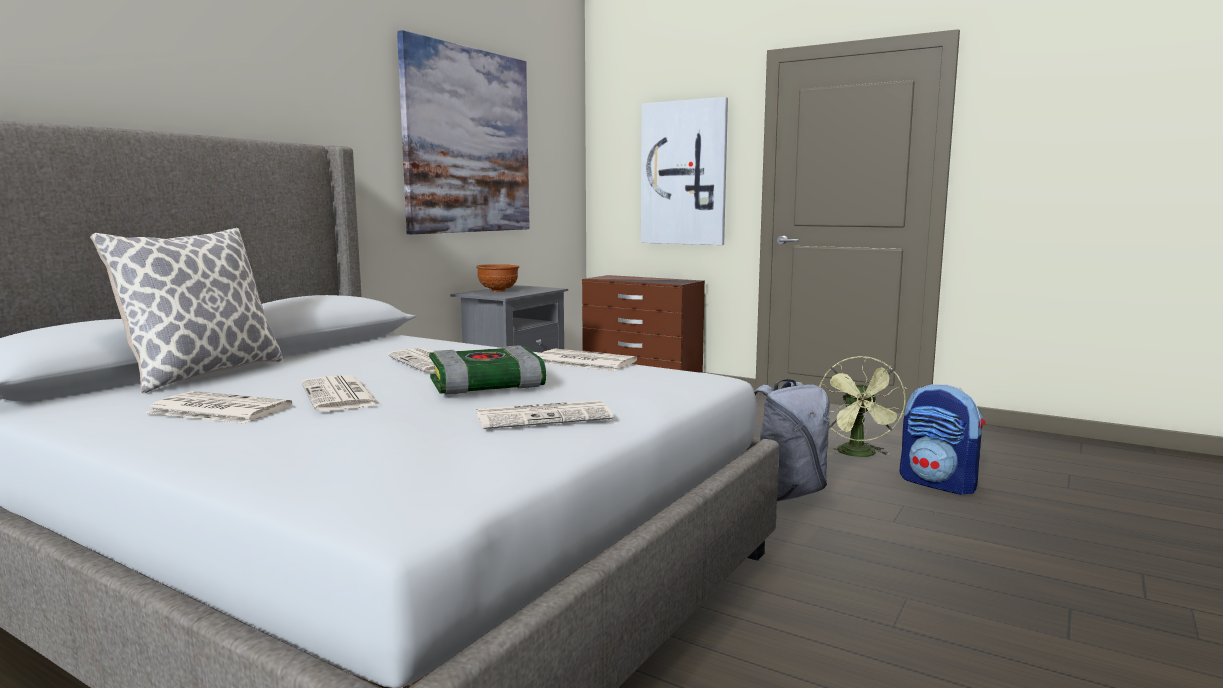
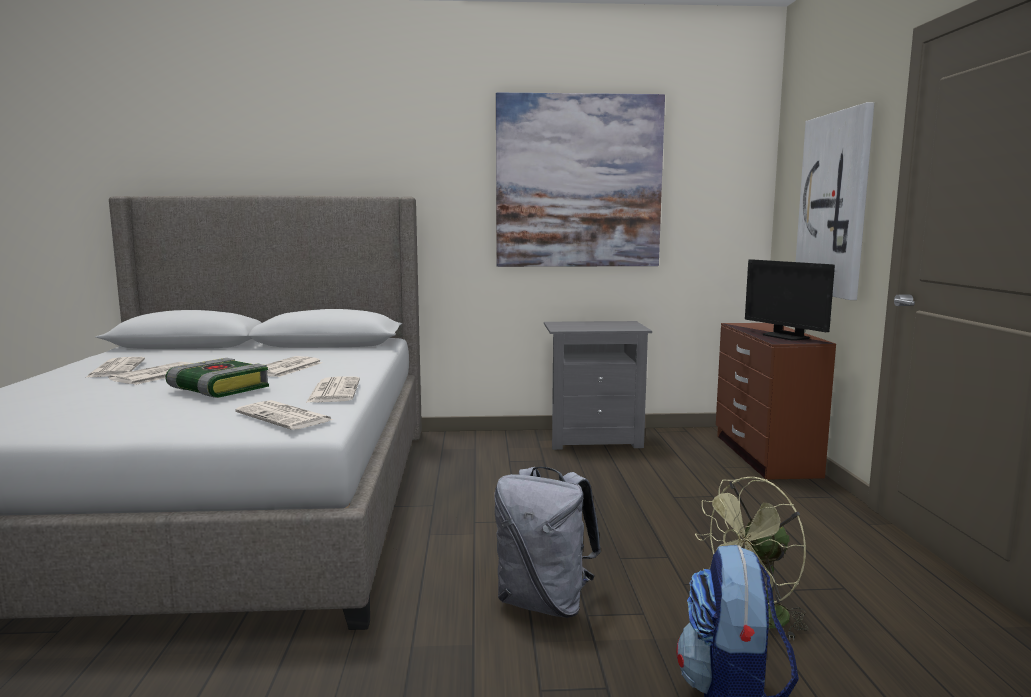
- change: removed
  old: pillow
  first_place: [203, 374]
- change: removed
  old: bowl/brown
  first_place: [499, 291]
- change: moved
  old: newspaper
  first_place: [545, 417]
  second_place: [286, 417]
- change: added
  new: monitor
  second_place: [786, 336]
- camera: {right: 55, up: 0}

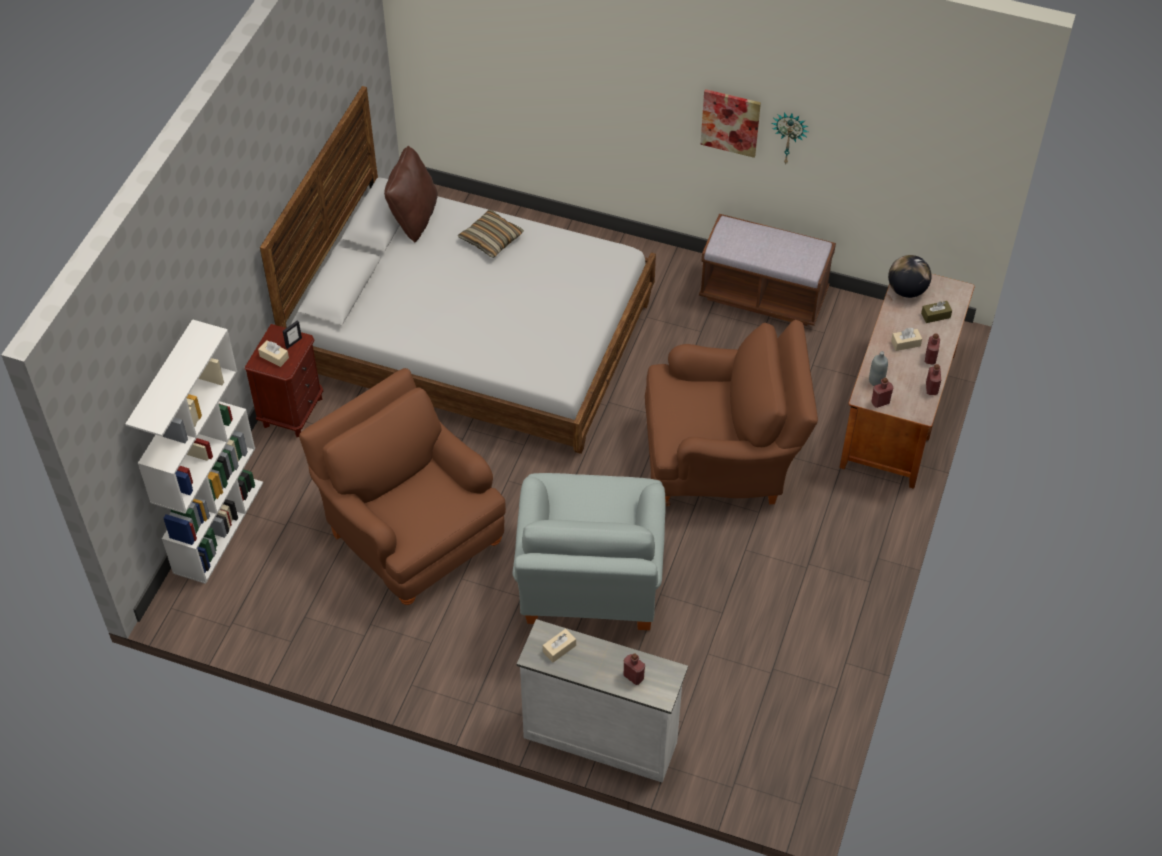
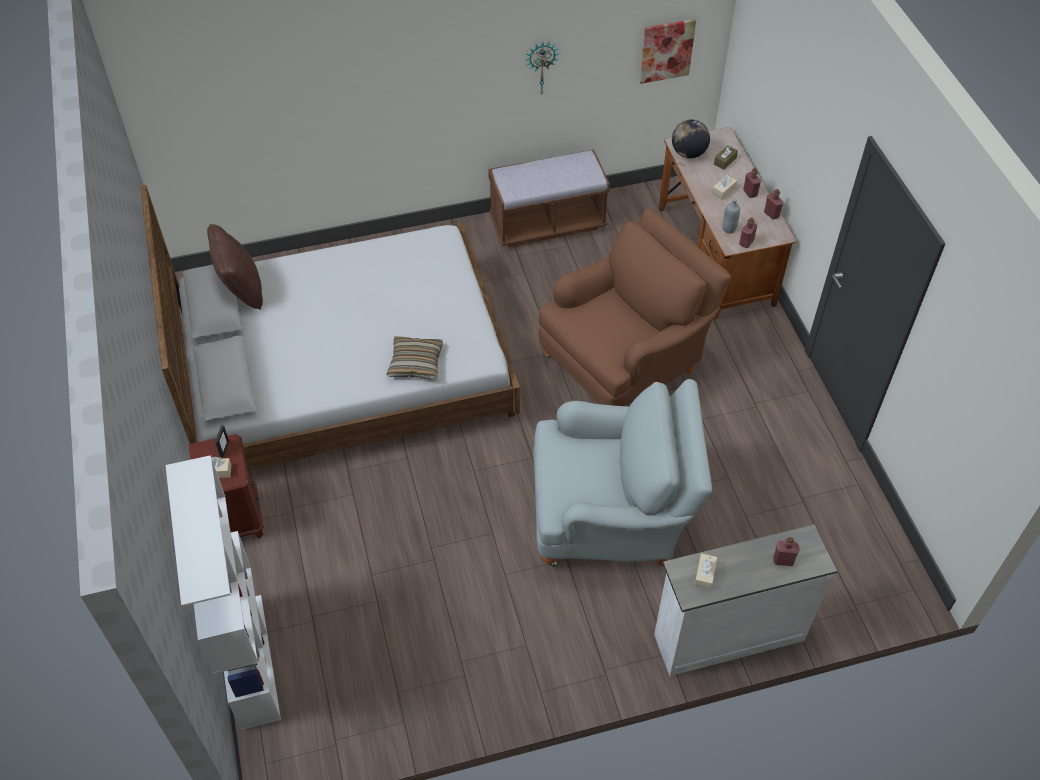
- change: removed
  old: armchair/brown
  first_place: [411, 533]
- change: moved
  old: pillow
  first_place: [491, 239]
  second_place: [415, 363]
- change: turned
  old: armchair/grey
  first_place: [589, 585]
  second_place: [612, 517]
  degrees: -60
- change: moved
  old: picture
  first_place: [730, 122]
  second_place: [666, 50]
- camera: {right: -35, up: 0}

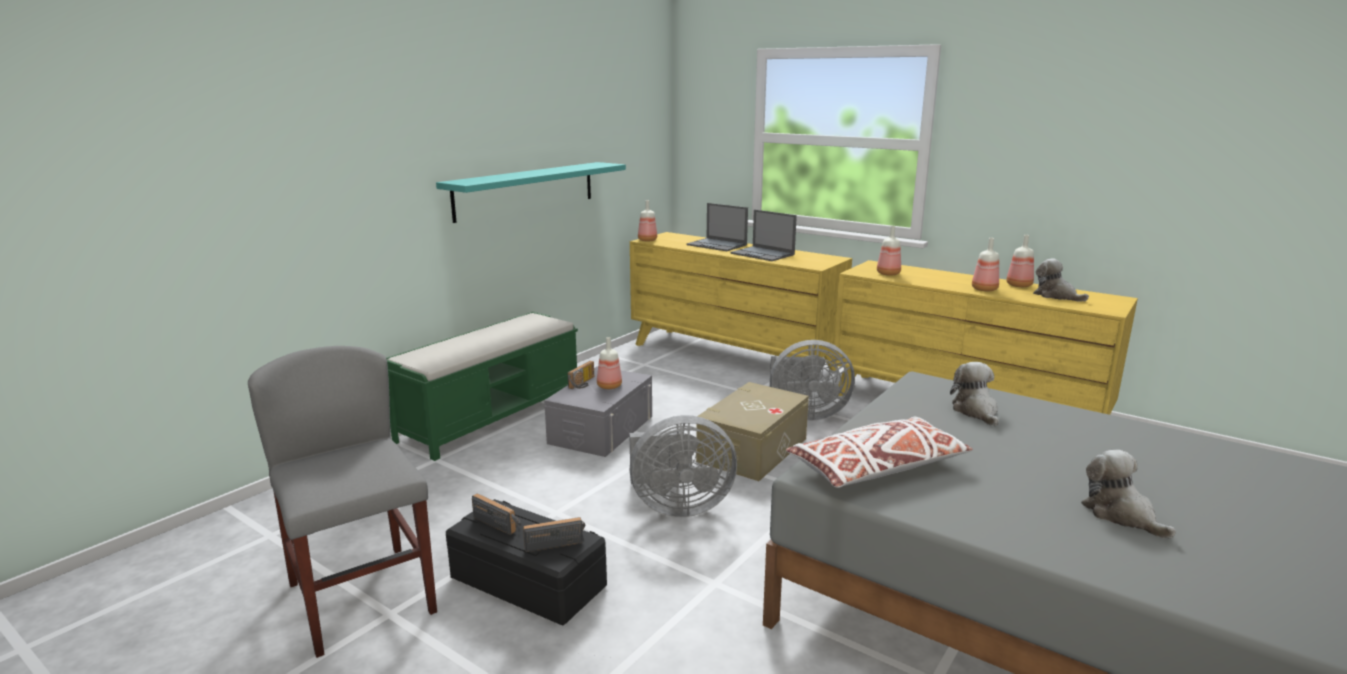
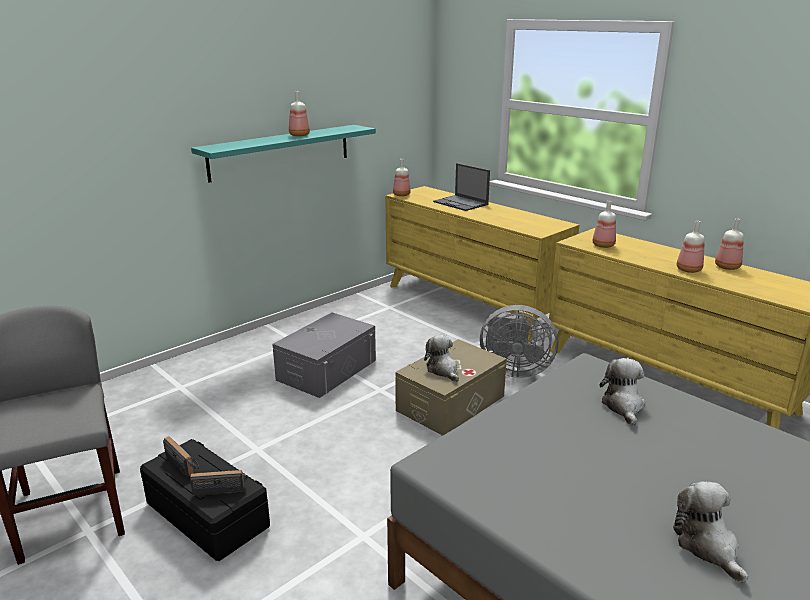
- change: removed
  old: bench/green
  first_place: [492, 416]
- change: removed
  old: radio
  first_place: [583, 383]
- change: moved
  old: bottle
  first_place: [608, 386]
  second_place: [298, 135]
- change: removed
  old: fan/grey
  first_place: [677, 506]
- change: removed
  old: laptop
  first_place: [763, 254]
- change: removed
  old: pillow/white
  first_place: [878, 468]
- change: moved
  old: plush toy
  first_place: [1056, 296]
  second_place: [443, 370]
- camera: {right: 10, up: 5}

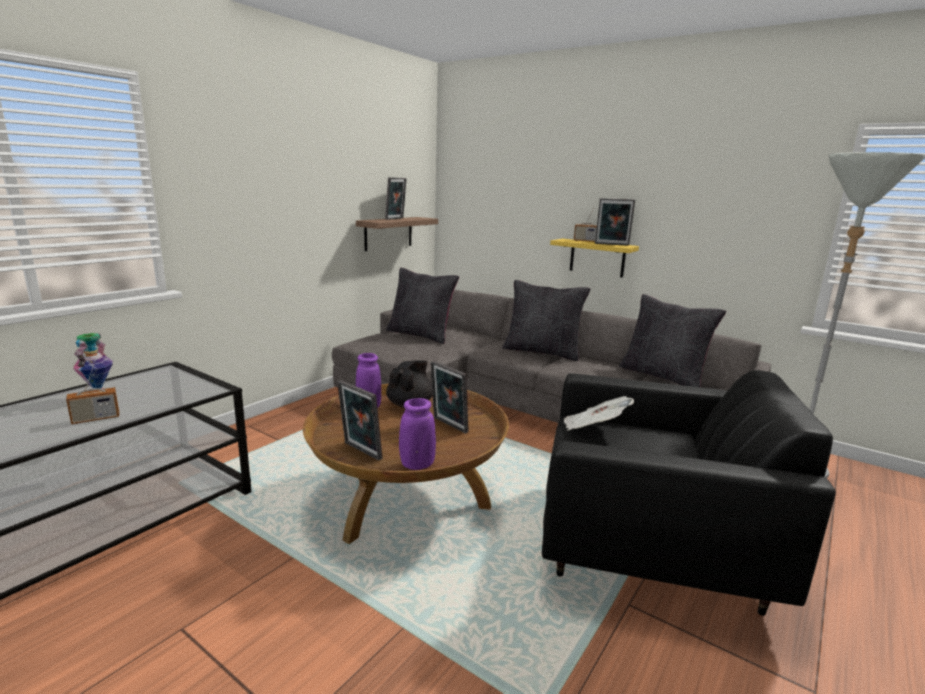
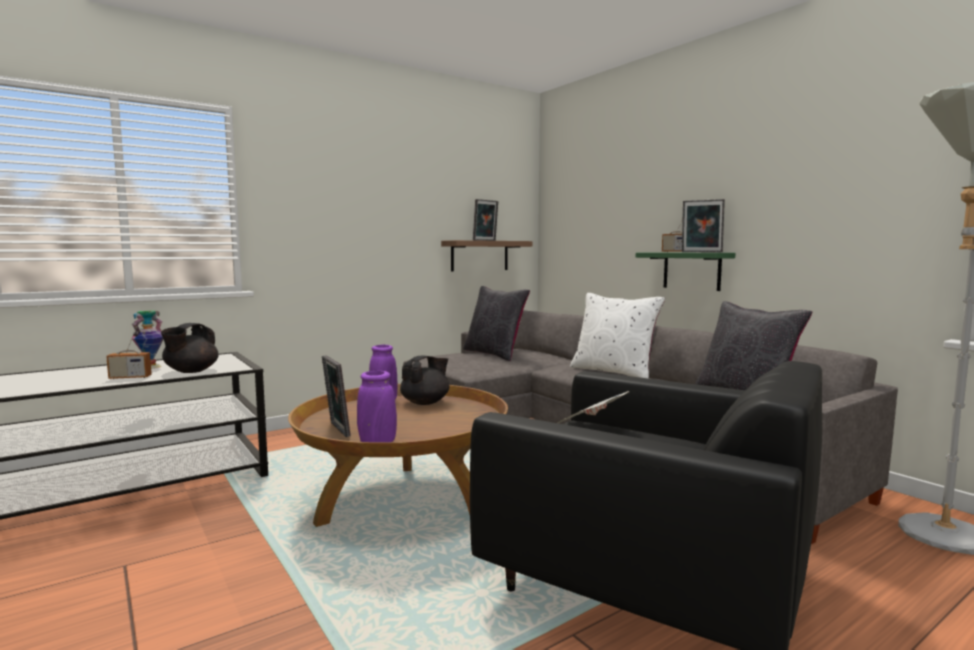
- change: removed
  old: picture frame
  first_place: [448, 425]
- change: recoloured
  old: pillow/black
  new: pillow/white
  first_place: [542, 351]
  second_place: [614, 372]
- change: recoloured
  old: shelf/yellow
  new: shelf/green
  first_place: [597, 258]
  second_place: [691, 271]
- change: added
  new: teapot/black
  second_place: [191, 371]
- camera: {right: 20, up: -10}

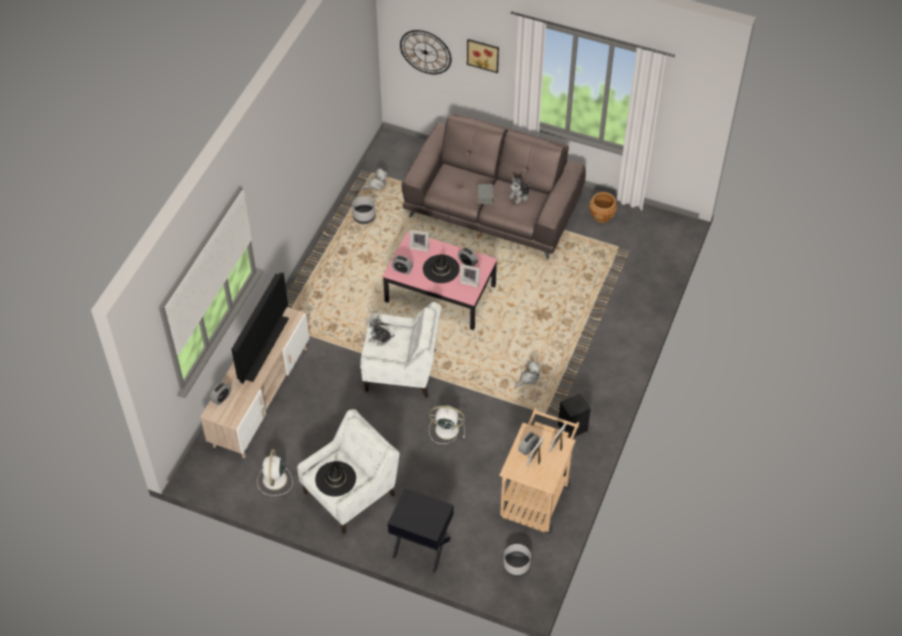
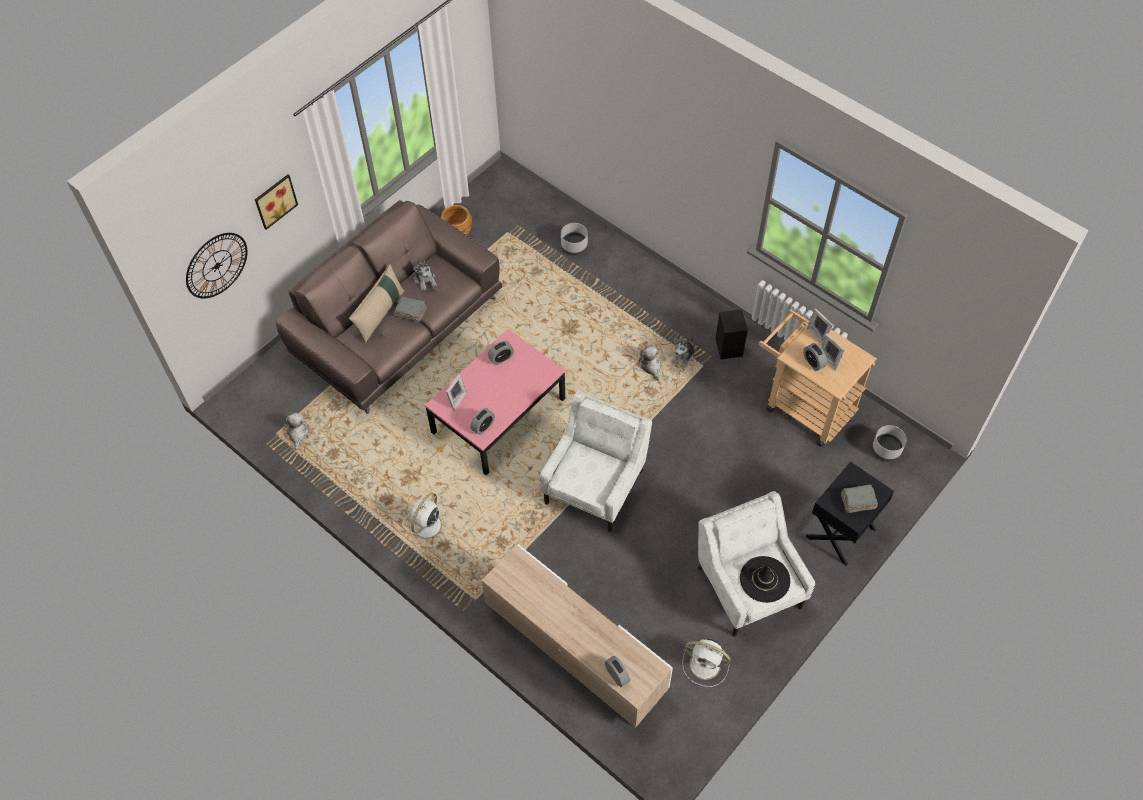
- change: removed
  old: television
  first_place: [264, 347]
- change: moved
  old: planter/grey
  first_place: [364, 216]
  second_place: [574, 246]
- change: moved
  old: plush toy
  first_place: [379, 338]
  second_place: [683, 356]
- change: removed
  old: hat/black
  first_place: [441, 269]
- change: moved
  old: fan/white
  first_place: [445, 429]
  second_place: [426, 526]
- change: removed
  old: picture frame
  first_place: [470, 281]
- change: added
  new: pillow/beige
  second_place: [380, 314]
- change: added
  new: book/grey
  second_place: [857, 501]
- camera: {right: -70, up: 5}

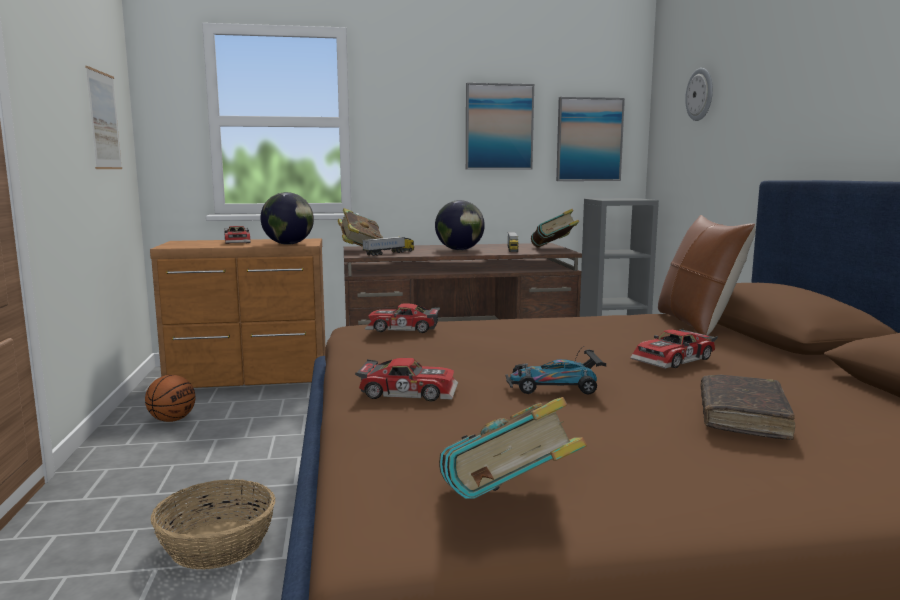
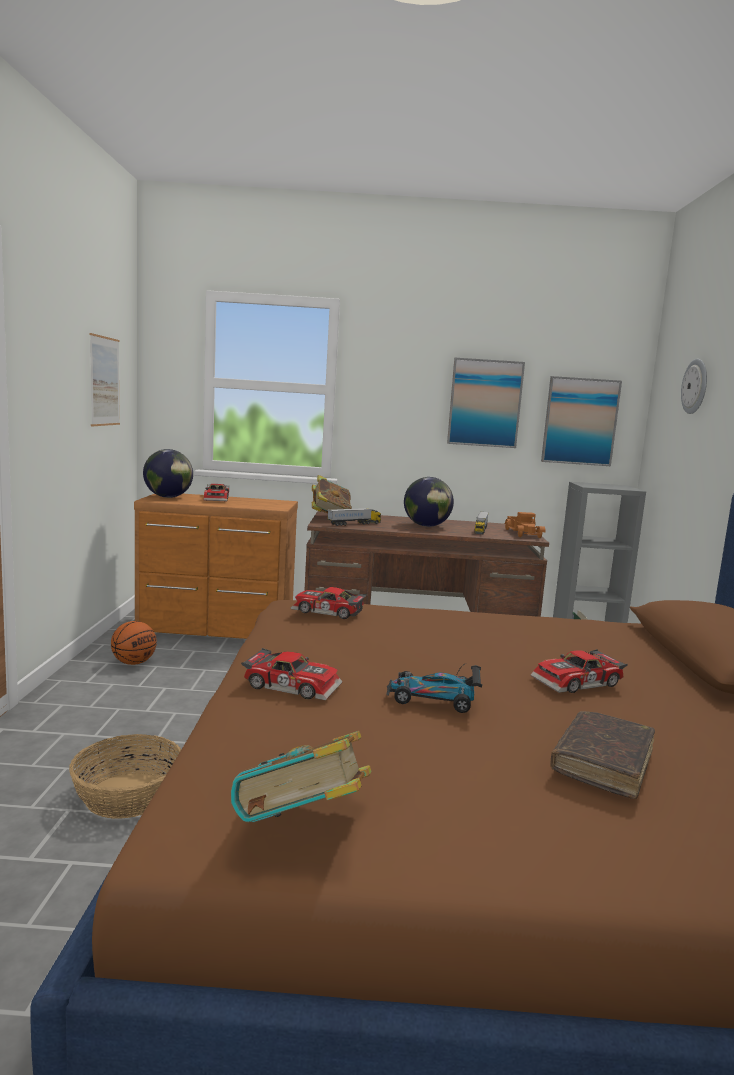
- change: moved
  old: globe
  first_place: [288, 244]
  second_place: [168, 497]
- change: replaced
  old: book
  new: toy truck
  first_place: [553, 248]
  second_place: [524, 533]
- change: removed
  old: pillow/brown
  first_place: [697, 324]
- camera: {right: 10, up: 0}

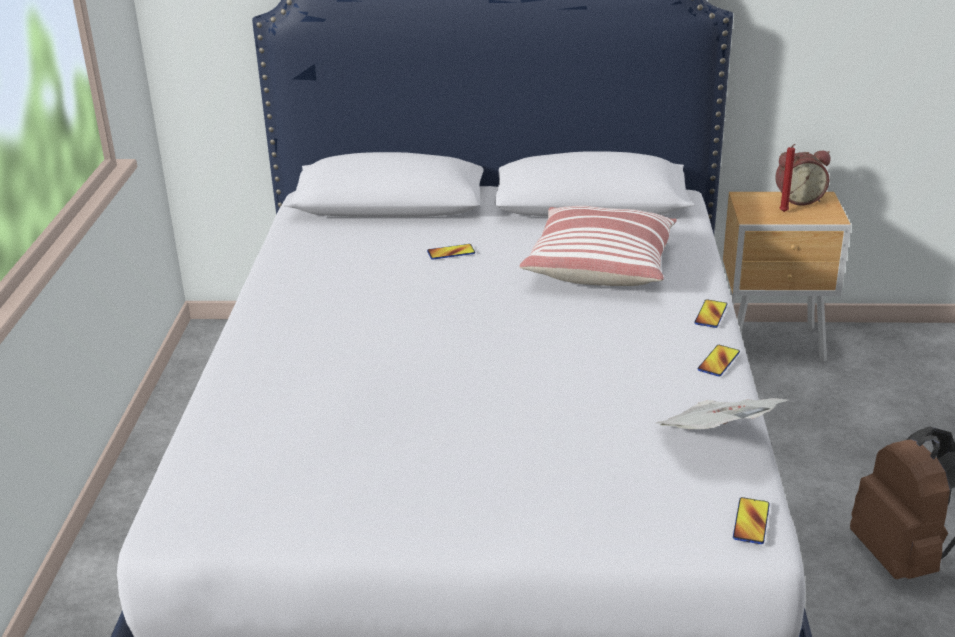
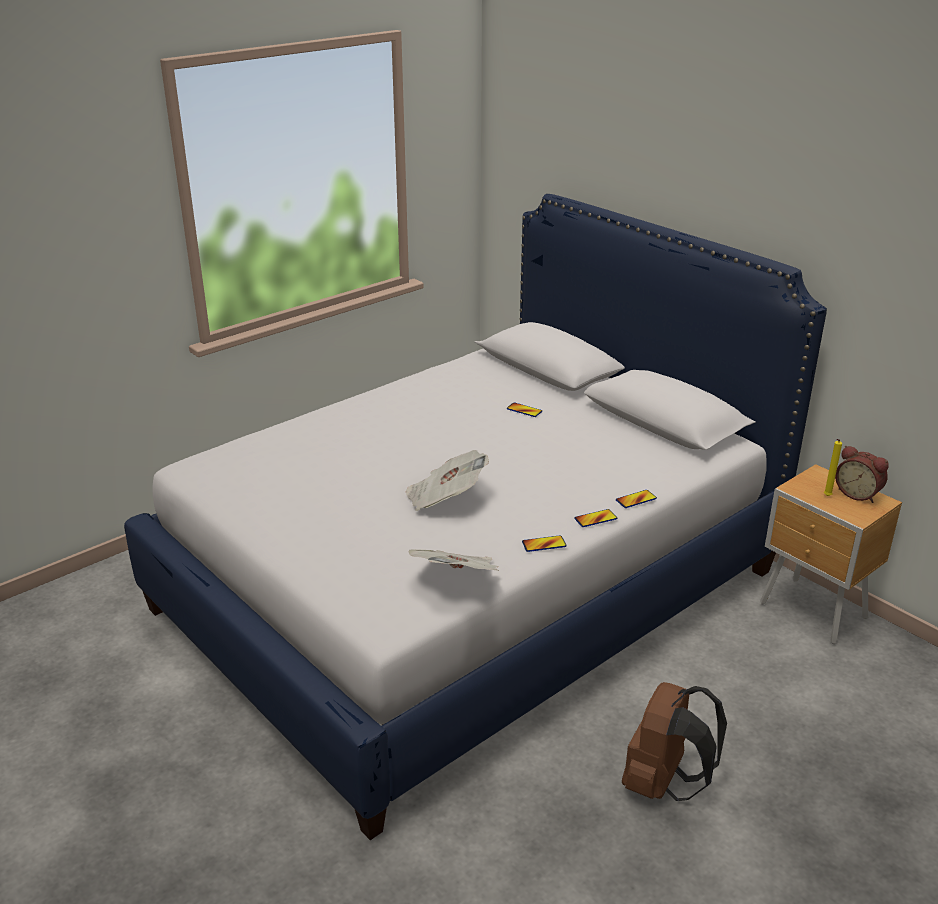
- change: removed
  old: pillow
  first_place: [600, 266]
- change: moved
  old: phone
  first_place: [751, 522]
  second_place: [636, 500]
- change: recoloured
  old: candle/red
  new: candle/yellow
  first_place: [784, 212]
  second_place: [826, 496]
- change: added
  new: newspaper
  second_place: [445, 498]
- camera: {right: 45, up: 0}

